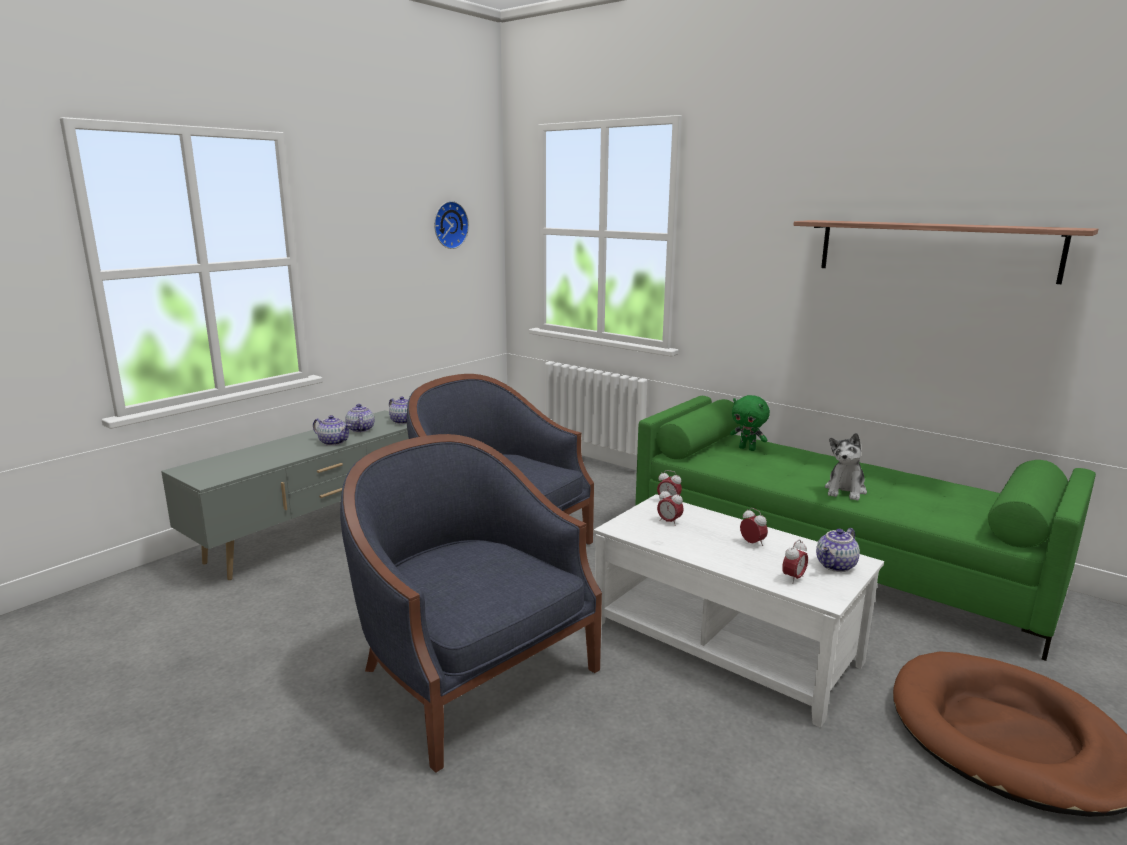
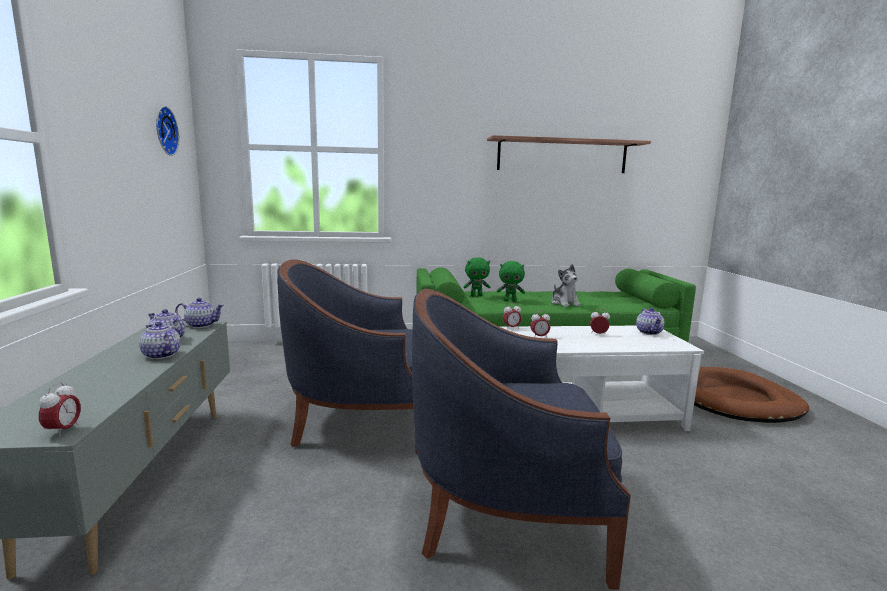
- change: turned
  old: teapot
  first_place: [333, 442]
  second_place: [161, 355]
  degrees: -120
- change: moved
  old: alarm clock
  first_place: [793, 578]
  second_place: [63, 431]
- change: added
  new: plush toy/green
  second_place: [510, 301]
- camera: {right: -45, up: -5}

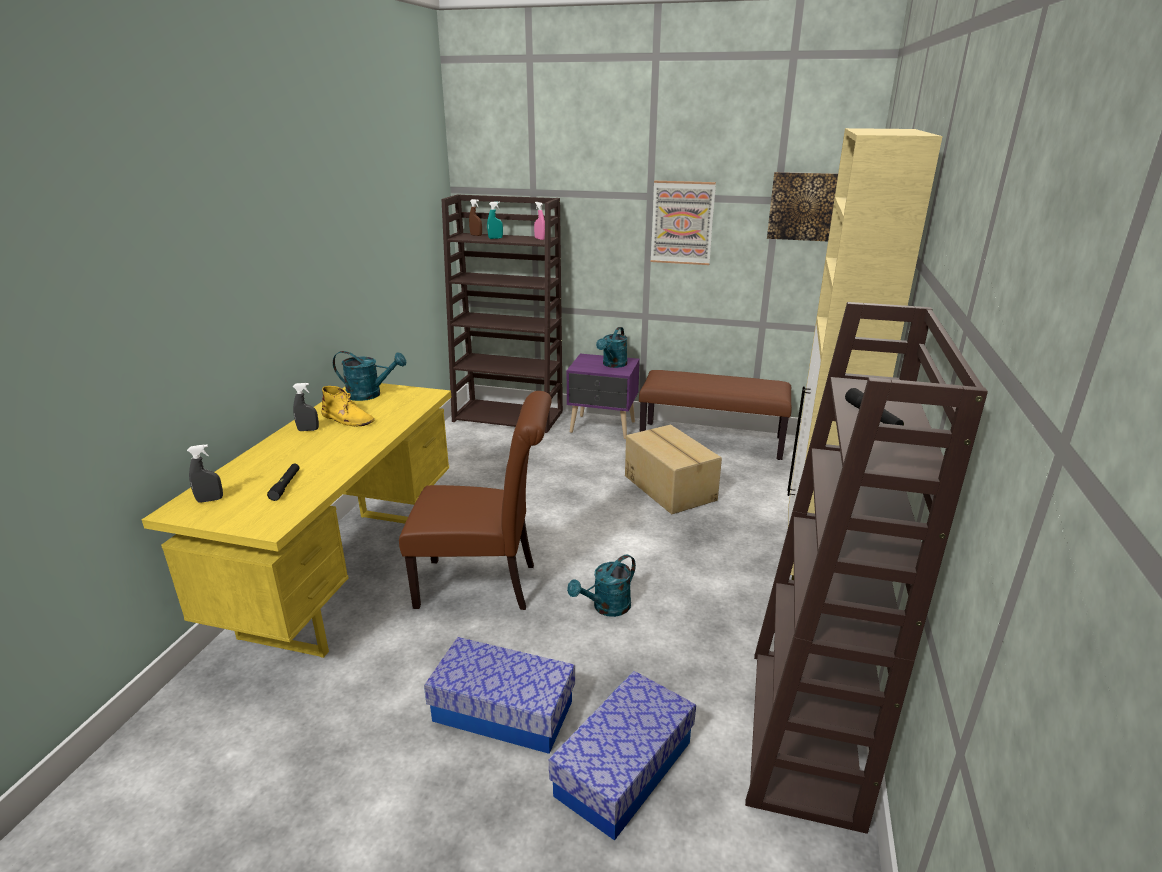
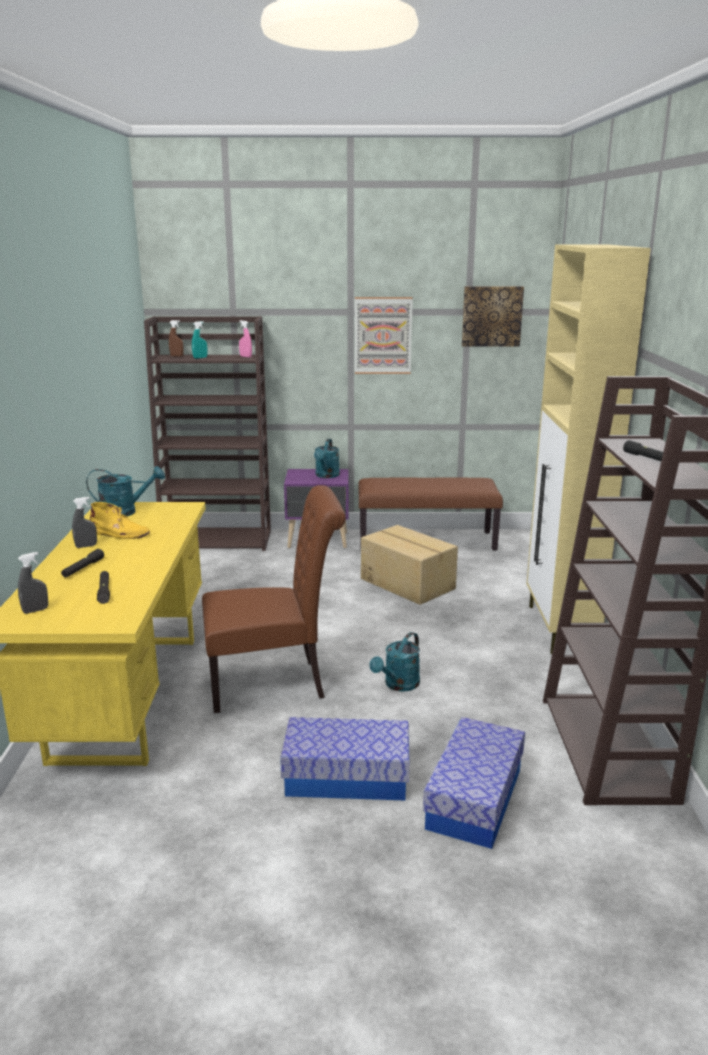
- change: added
  new: flashlight/black
  second_place: [83, 568]
- camera: {right: -15, up: -5}

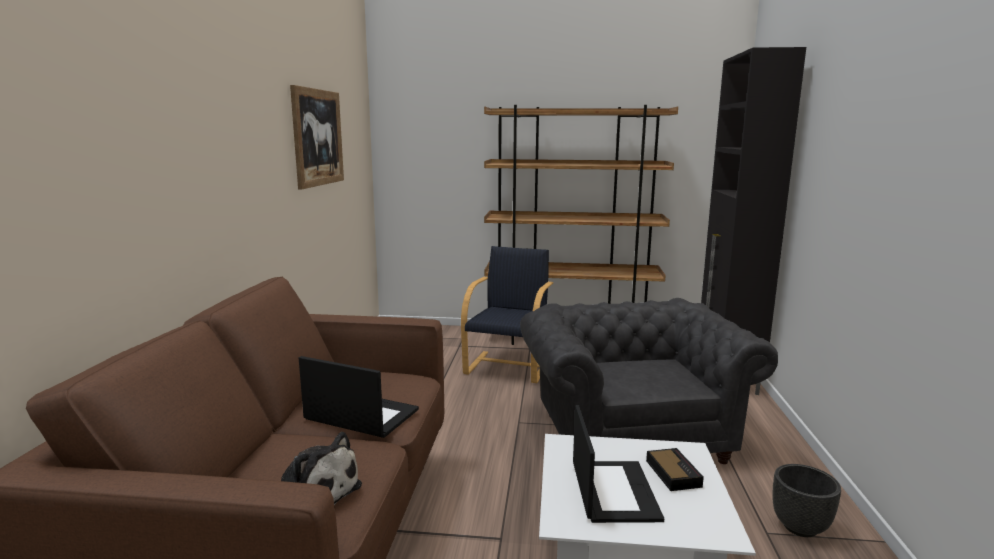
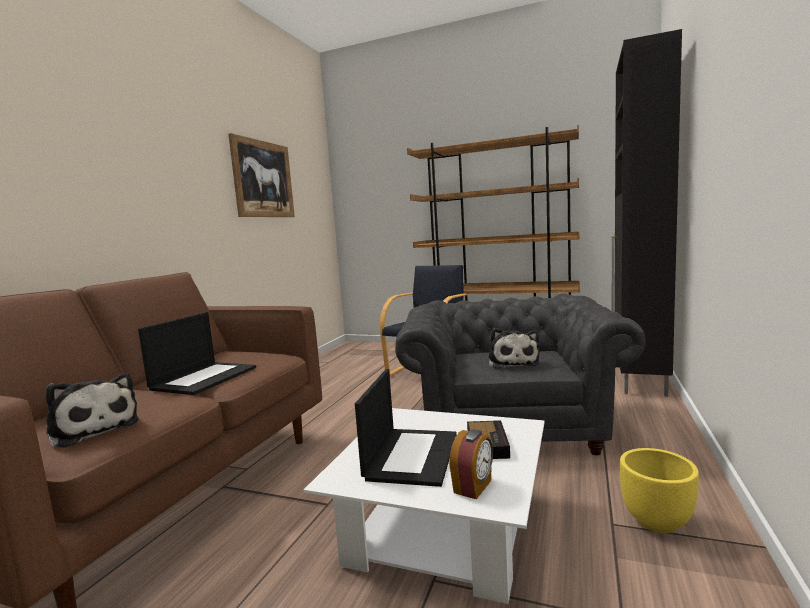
- change: turned
  old: laptop
  first_place: [360, 415]
  second_place: [204, 378]
  degrees: 75
- change: recoloured
  old: planter/black
  new: planter/yellow
  first_place: [800, 527]
  second_place: [657, 522]
- change: added
  new: alarm clock
  second_place: [473, 487]
- change: added
  new: plush toy
  second_place: [512, 362]
- camera: {right: 15, up: -5}

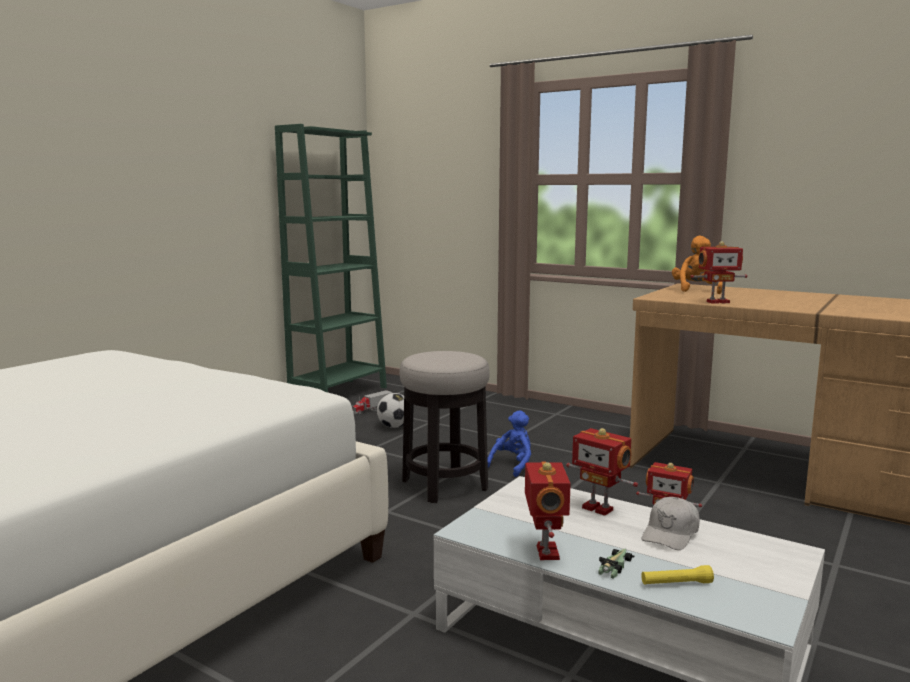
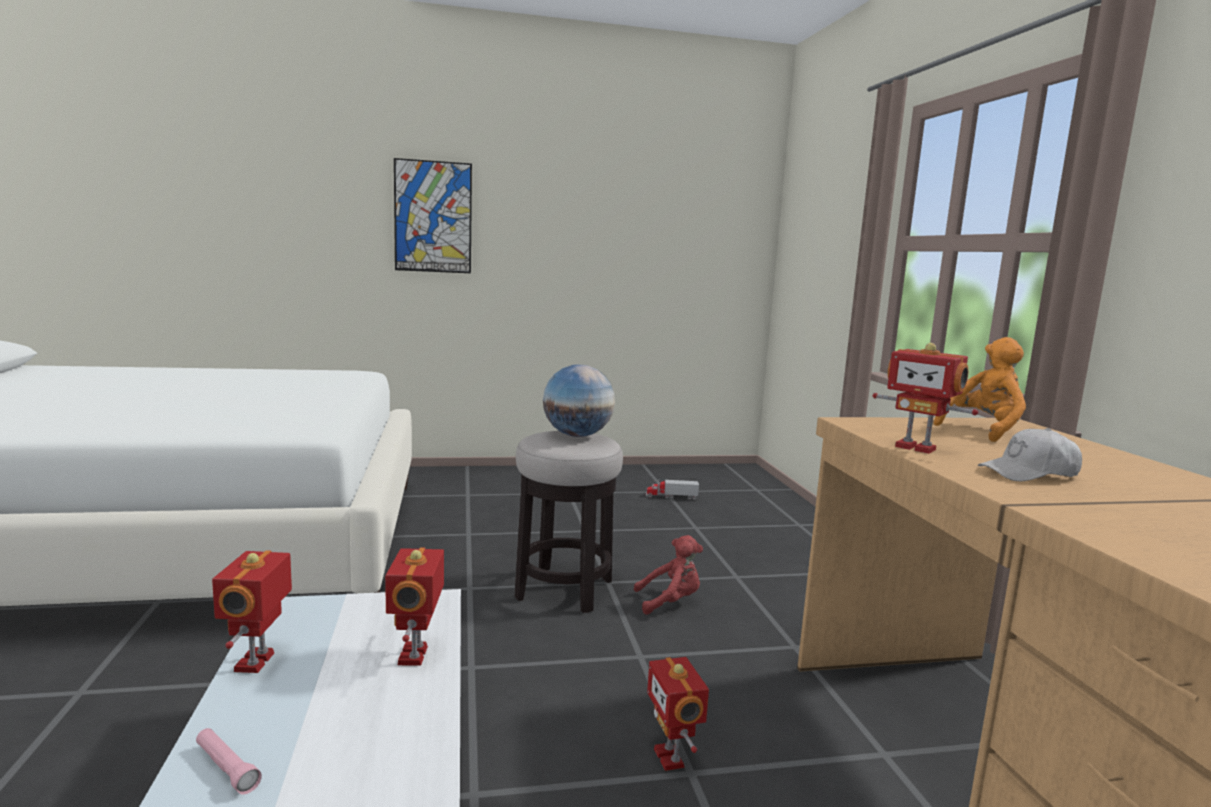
- change: removed
  old: bookcase/green
  first_place: [338, 393]
- change: removed
  old: football
  first_place: [394, 426]
- change: recoloured
  old: plush toy/blue
  new: plush toy/red
  first_place: [512, 465]
  second_place: [670, 602]
- change: turned
  old: toy robot
  first_place: [545, 552]
  second_place: [257, 662]
  degrees: 135
- change: removed
  old: toy car
  first_place: [615, 566]
- change: recoloured
  old: flashlight/yellow
  new: flashlight/pink
  first_place: [676, 583]
  second_place: [226, 768]
- change: moved
  old: cap/white
  first_place: [671, 534]
  second_place: [1029, 473]
- change: added
  new: picture
  second_place: [433, 217]
- change: added
  new: globe
  second_place: [577, 435]
- camera: {right: 45, up: 0}

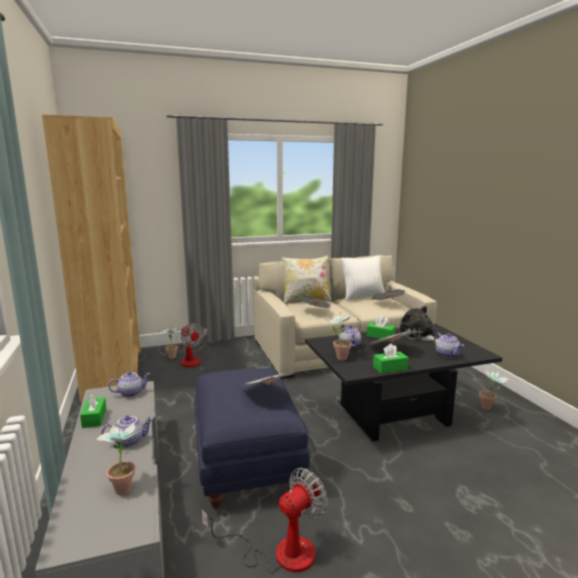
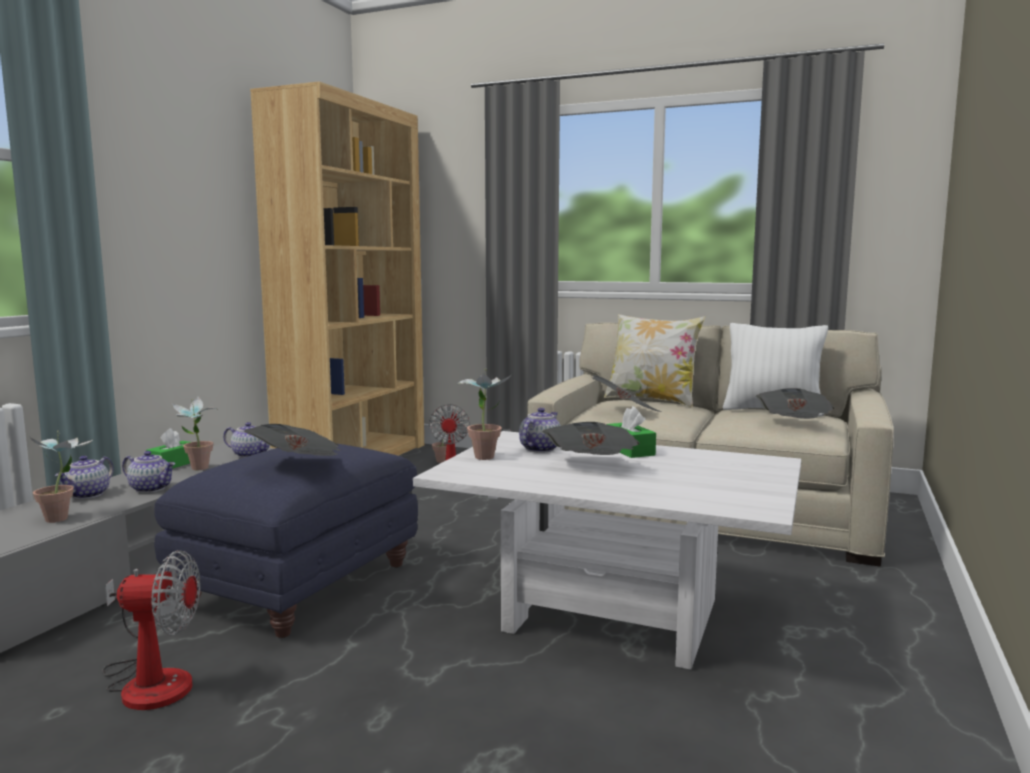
- change: recoloured
  old: coffee table/black
  new: coffee table/white
  first_place: [393, 414]
  second_place: [612, 615]
- change: removed
  old: tissue box/green
  first_place: [390, 368]
- change: removed
  old: plush toy
  first_place: [419, 335]
- change: moved
  old: teapot
  first_place: [447, 355]
  second_place: [88, 495]
- change: moved
  old: potted plant
  first_place: [489, 409]
  second_place: [198, 470]
- camera: {right: 40, up: -5}

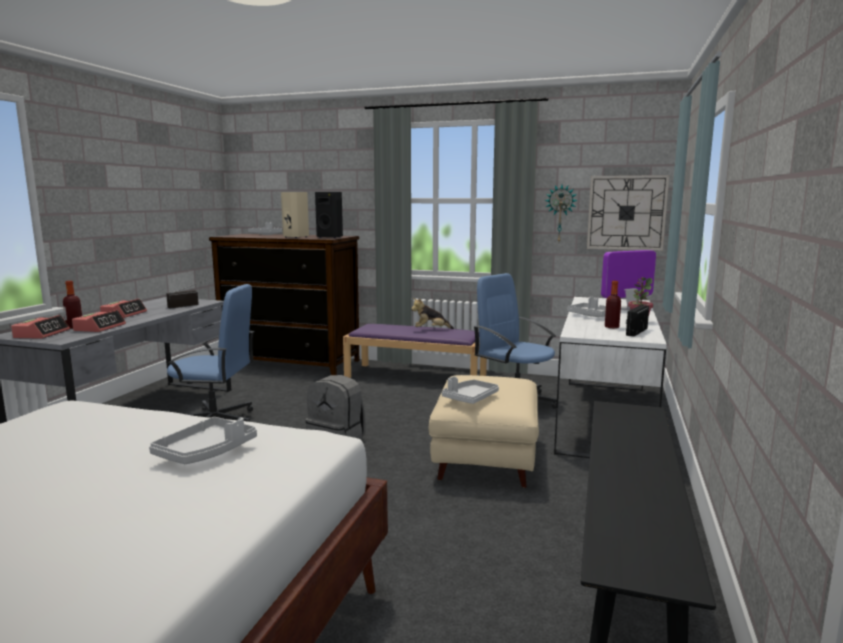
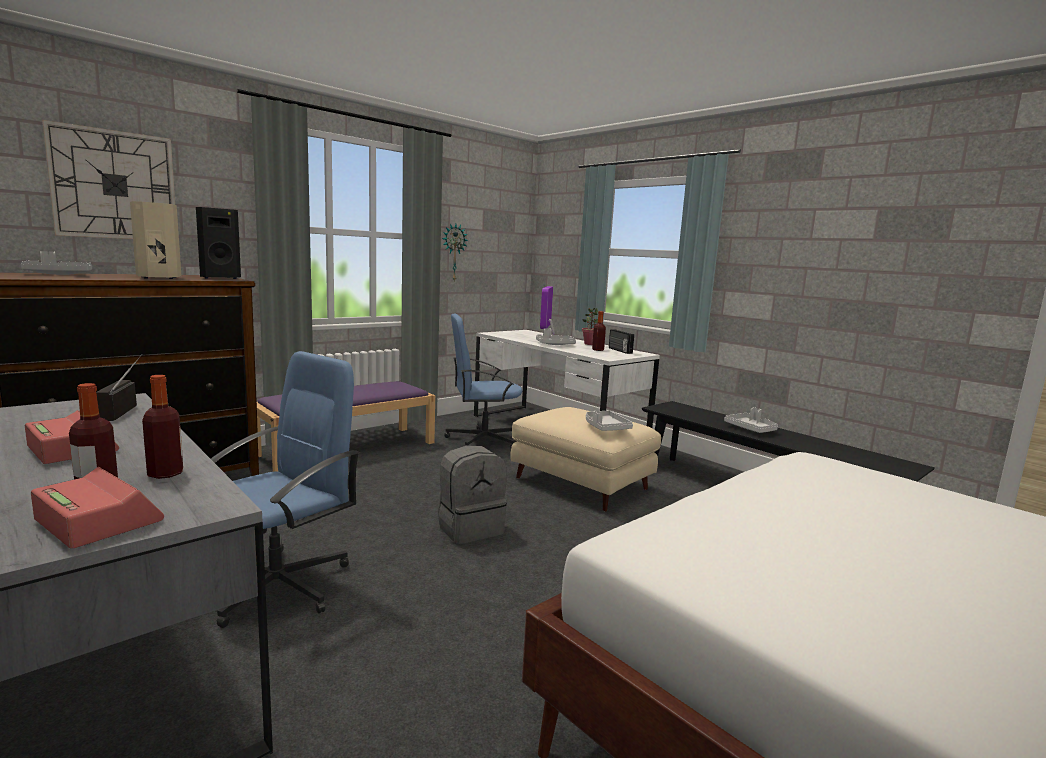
- change: replaced
  old: alarm clock
  new: bottle
  first_place: [100, 327]
  second_place: [165, 473]
- change: moved
  old: tray/grey
  first_place: [206, 452]
  second_place: [751, 429]
- change: removed
  old: plush toy
  first_place: [431, 330]
- change: moved
  old: wall clock
  first_place: [626, 213]
  second_place: [114, 185]
- camera: {right: -60, up: 0}

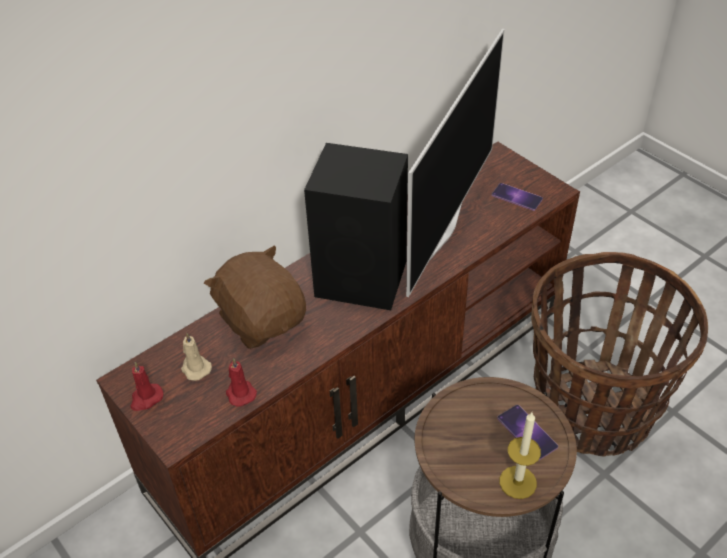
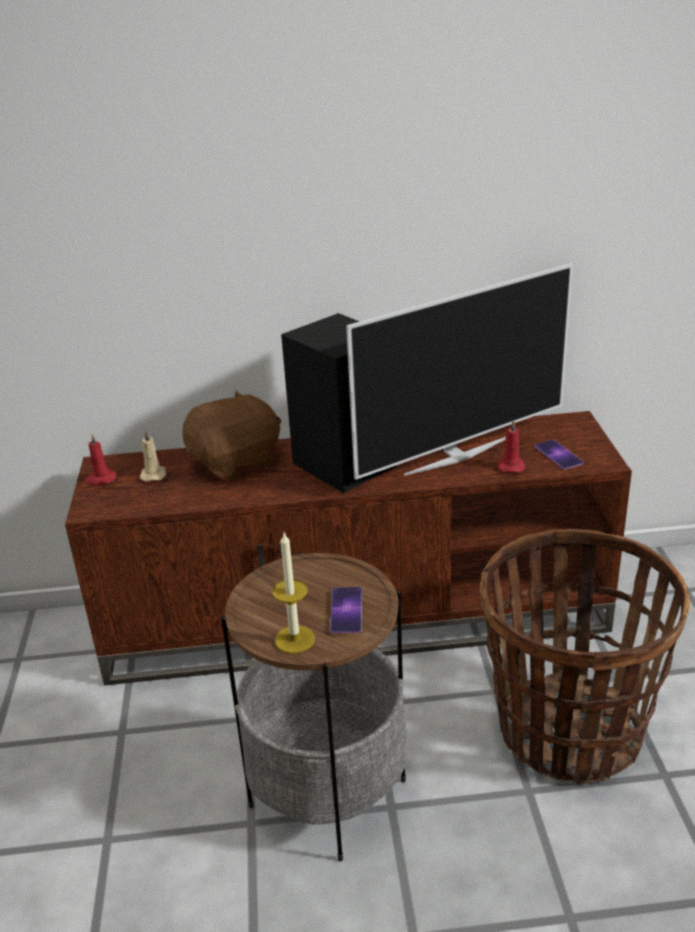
- change: turned
  old: plush toy/brown
  first_place: [262, 319]
  second_place: [236, 463]
  degrees: 60
- change: moved
  old: candle/red
  first_place: [240, 393]
  second_place: [510, 466]
- camera: {right: 35, up: -15}

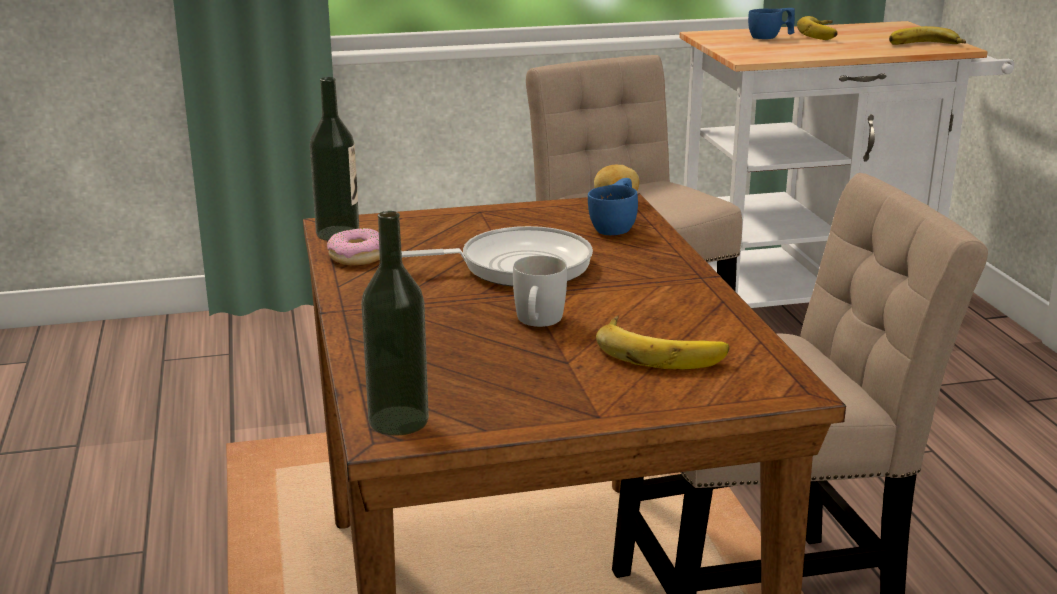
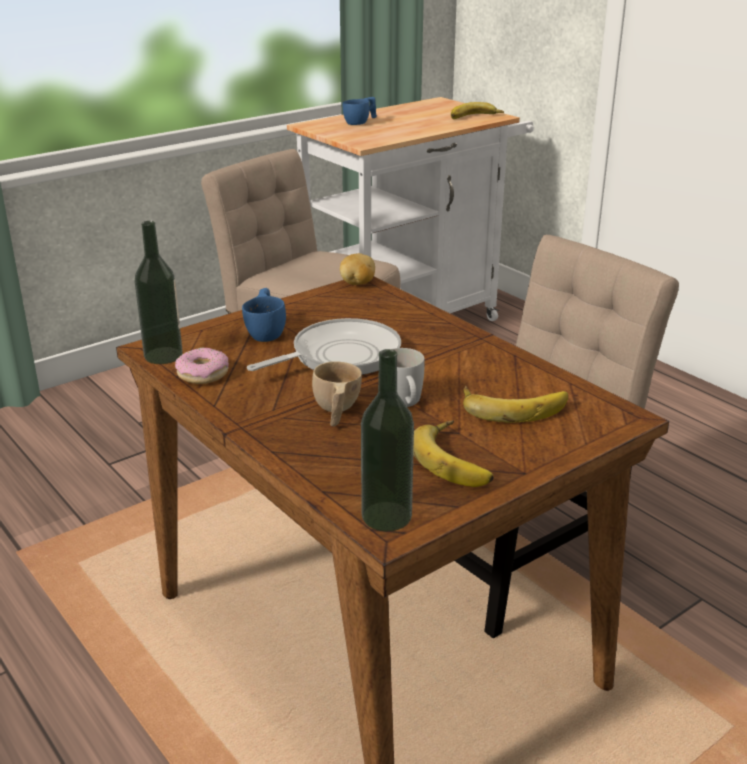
- change: moved
  old: cup/blue
  first_place: [617, 226]
  second_place: [267, 331]
- change: moved
  old: banana
  first_place: [824, 34]
  second_place: [457, 459]
- change: added
  new: cup/beige
  second_place: [336, 411]
- camera: {right: -25, up: 5}

